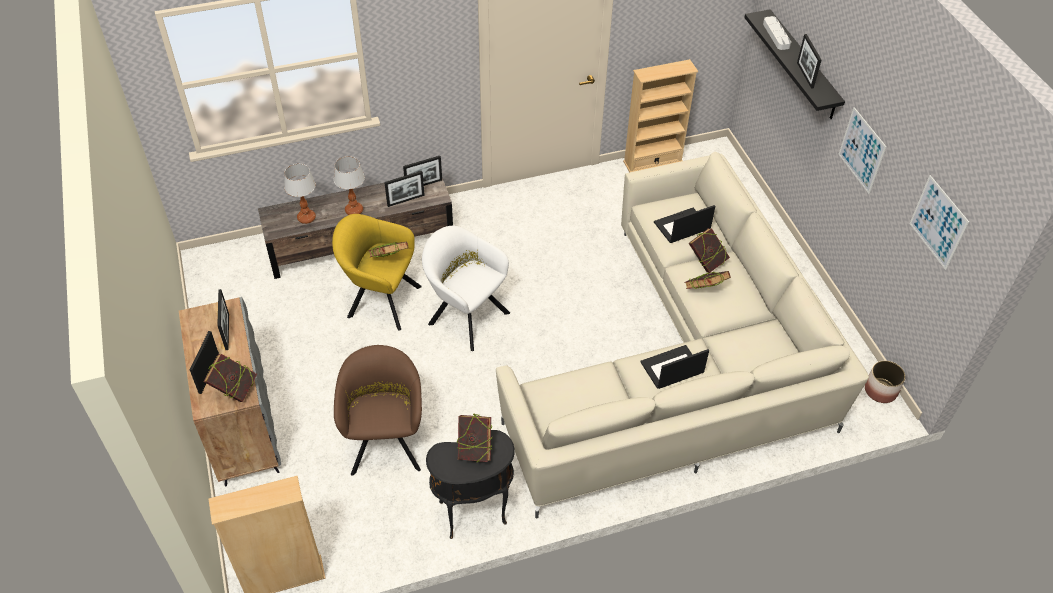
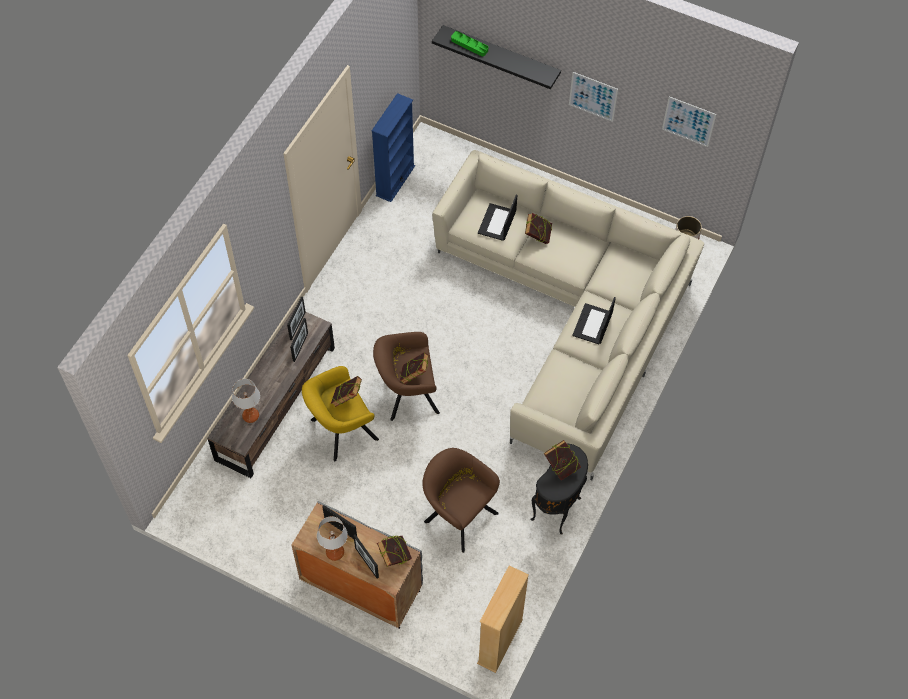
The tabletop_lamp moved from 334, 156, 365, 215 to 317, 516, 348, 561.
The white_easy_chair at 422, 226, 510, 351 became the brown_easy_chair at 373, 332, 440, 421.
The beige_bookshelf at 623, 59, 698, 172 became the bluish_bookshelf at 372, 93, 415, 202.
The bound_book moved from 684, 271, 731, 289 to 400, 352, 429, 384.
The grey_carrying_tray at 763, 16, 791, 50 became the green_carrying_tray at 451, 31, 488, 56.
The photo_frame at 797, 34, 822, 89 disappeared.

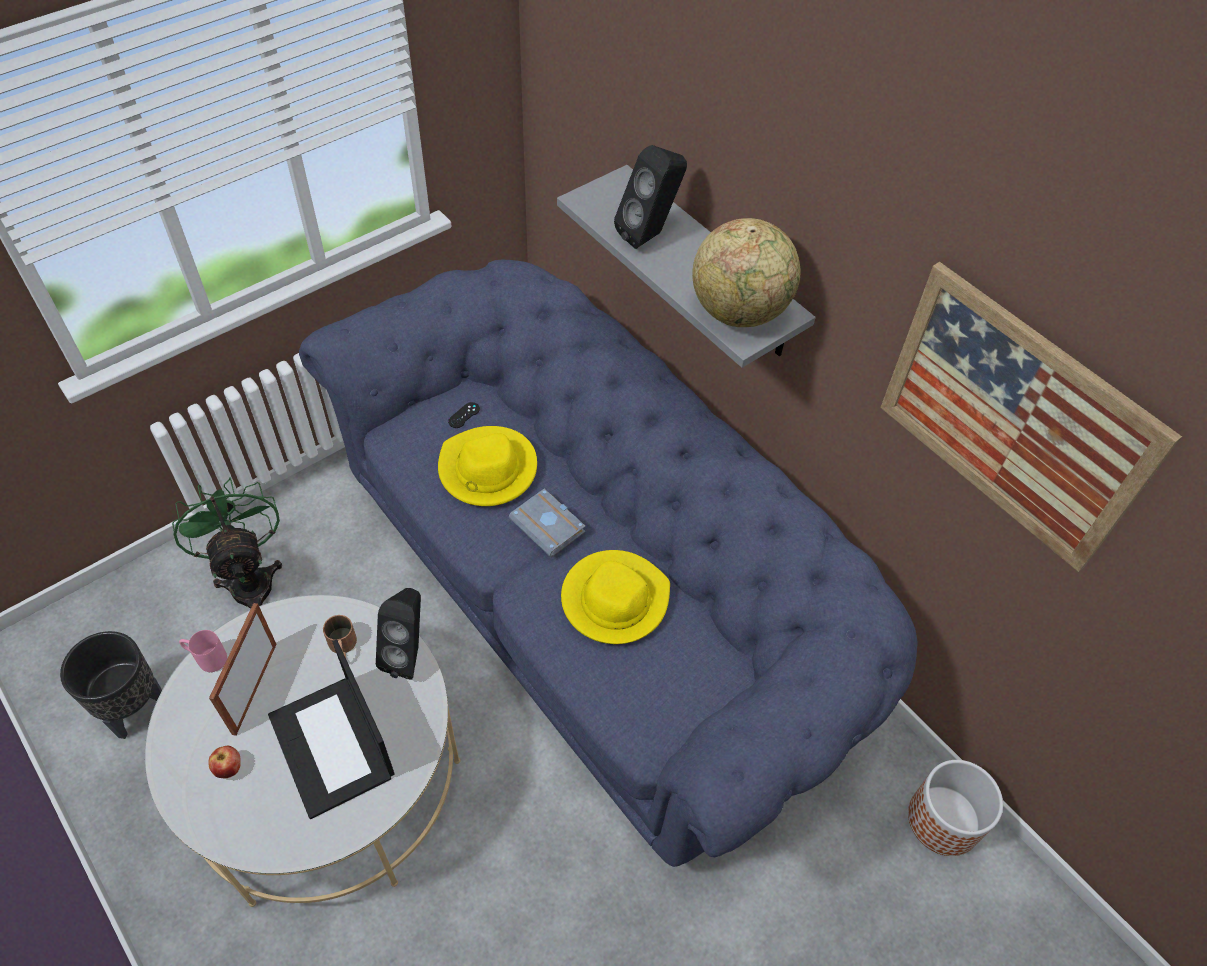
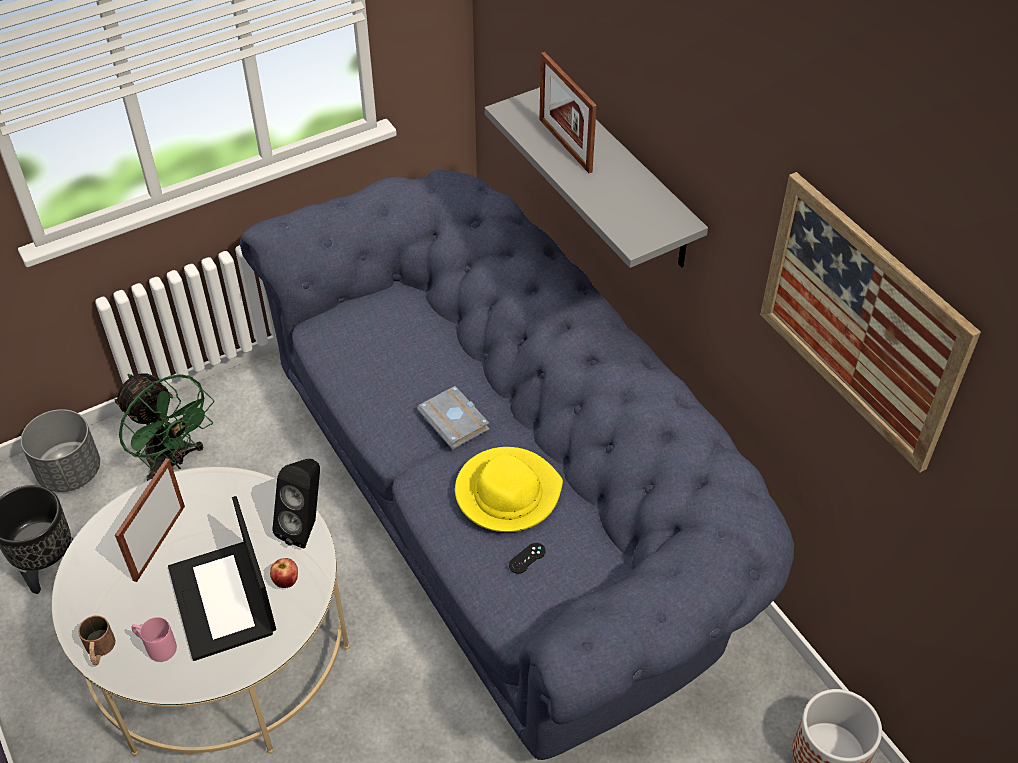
The green_cooling_fan at 172, 477, 282, 609 turned 150 degrees clockwise.
The pink-coloured_coffee_mug moved from 179, 630, 227, 672 to 131, 617, 177, 662.
The apple_fruit moved from 209, 746, 241, 778 to 270, 558, 298, 588.
The brown_coffee_mug moved from 323, 615, 357, 658 to 78, 615, 116, 665.
The yellow-coloured_clothing_hat at 438, 426, 537, 506 disappeared.
The blackish_joypad moved from 448, 402, 480, 428 to 509, 543, 546, 574.
The blackish_loudspeaker at 614, 145, 687, 249 was replaced by the photo_frame at 539, 52, 597, 173.
The world_globe at 692, 218, 801, 327 disappeared.
The grey_planter at 21, 409, 100, 492 appeared.

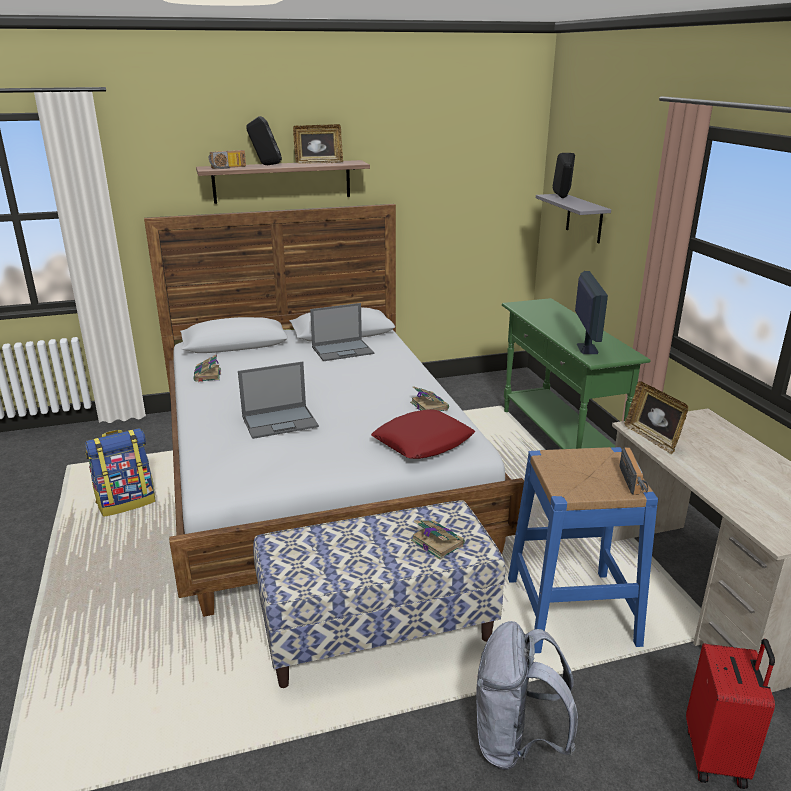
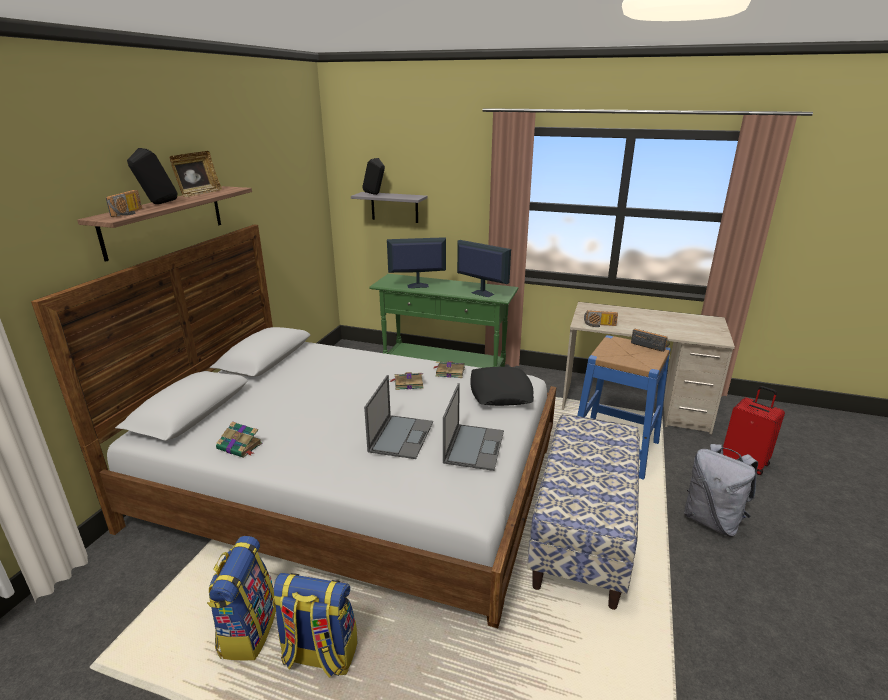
The portable_computer moved from 310, 303, 374, 361 to 443, 383, 504, 471.
The red_throw_pillow at 371, 409, 475, 459 became the blackish_throw_pillow at 470, 367, 534, 406.
The bound_book moved from 411, 520, 465, 560 to 389, 372, 424, 390.
The photo_frame at 625, 381, 688, 454 was replaced by the radio at 584, 310, 618, 327.
The knapsack at 273, 573, 357, 678 appeared.
The computer_display at 387, 237, 446, 288 appeared.

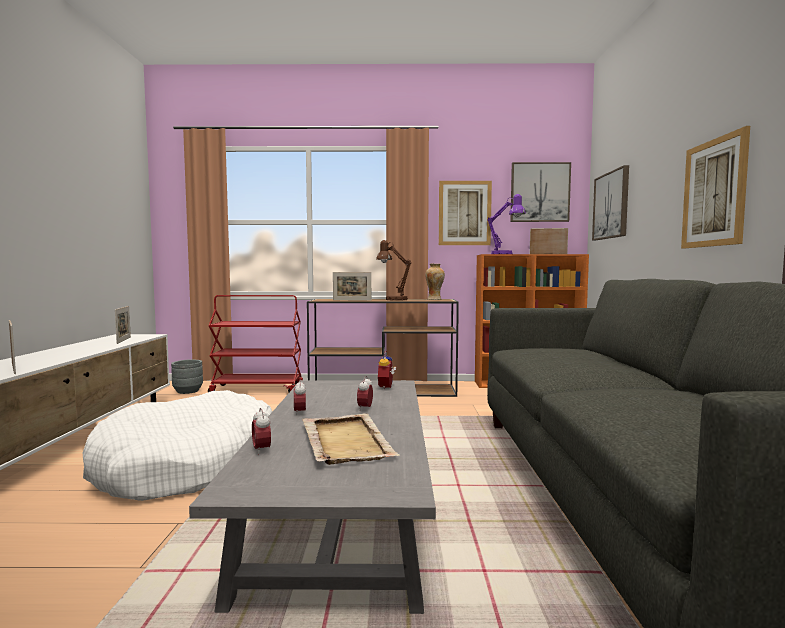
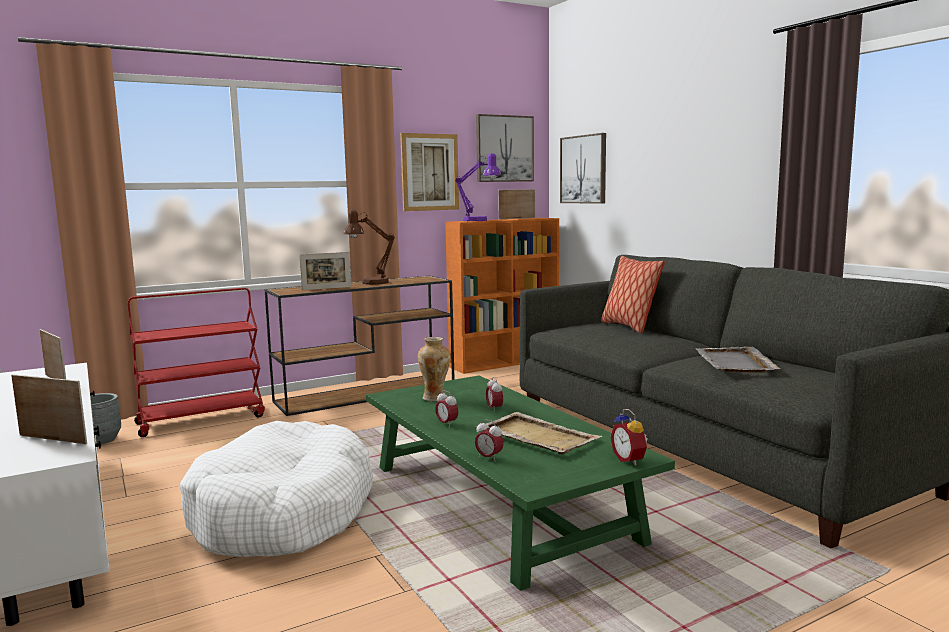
The grey_lounge_table at 189, 380, 436, 614 became the green_lounge_table at 366, 376, 675, 591.
The bedside_clock moved from 378, 351, 397, 390 to 610, 409, 648, 465.
The decorative_vase moved from 425, 264, 445, 300 to 418, 337, 451, 402.
The wall_picture at 681, 126, 750, 248 disappeared.
The throw_pillow at 601, 256, 665, 334 appeared.
The grey_carrying_tray at 695, 346, 781, 373 appeared.

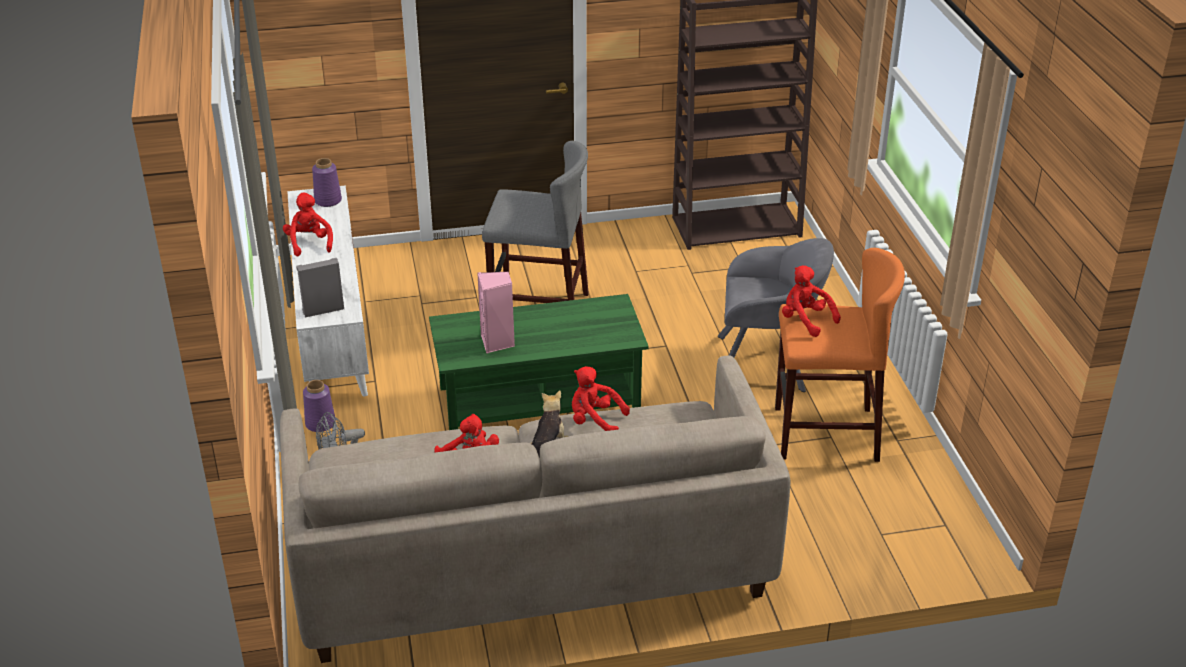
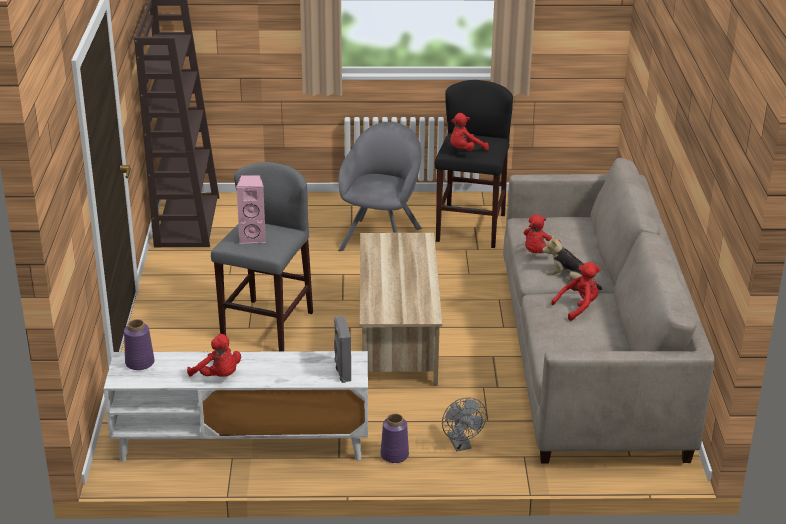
The red_cuddly_toy at 283, 192, 333, 256 turned 135 degrees counterclockwise.
The green_lounge_table at 429, 294, 649, 430 became the beige_lounge_table at 360, 233, 442, 386.
The pink-coloured_loudspeaker moved from 477, 272, 515, 353 to 236, 175, 266, 244.
The orange-coloured_stool at 775, 248, 905, 462 became the blackish_stool at 435, 80, 513, 248.

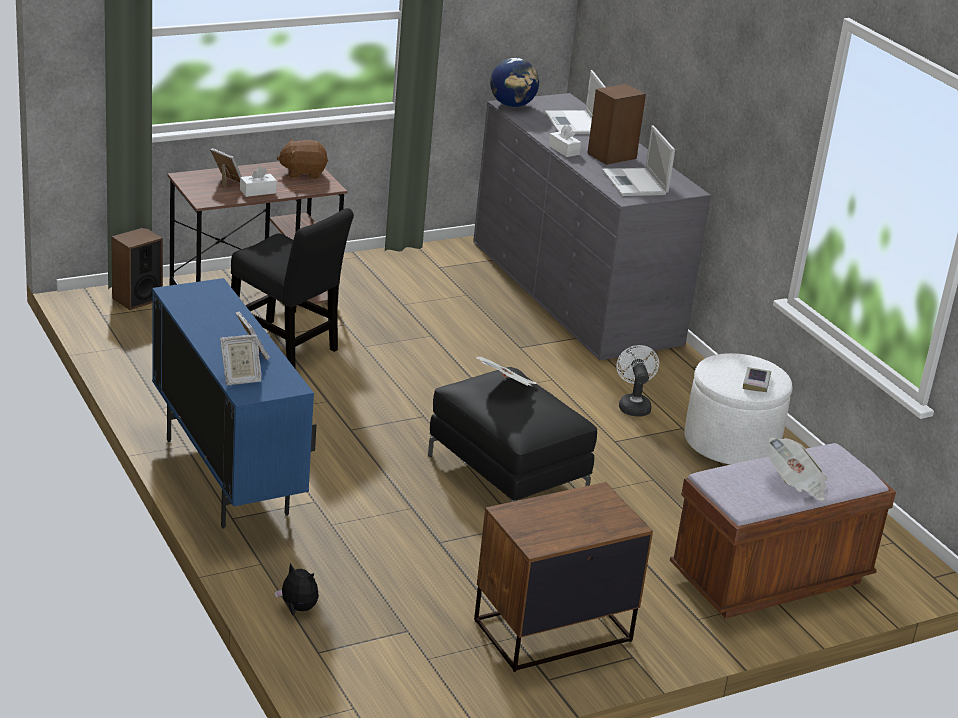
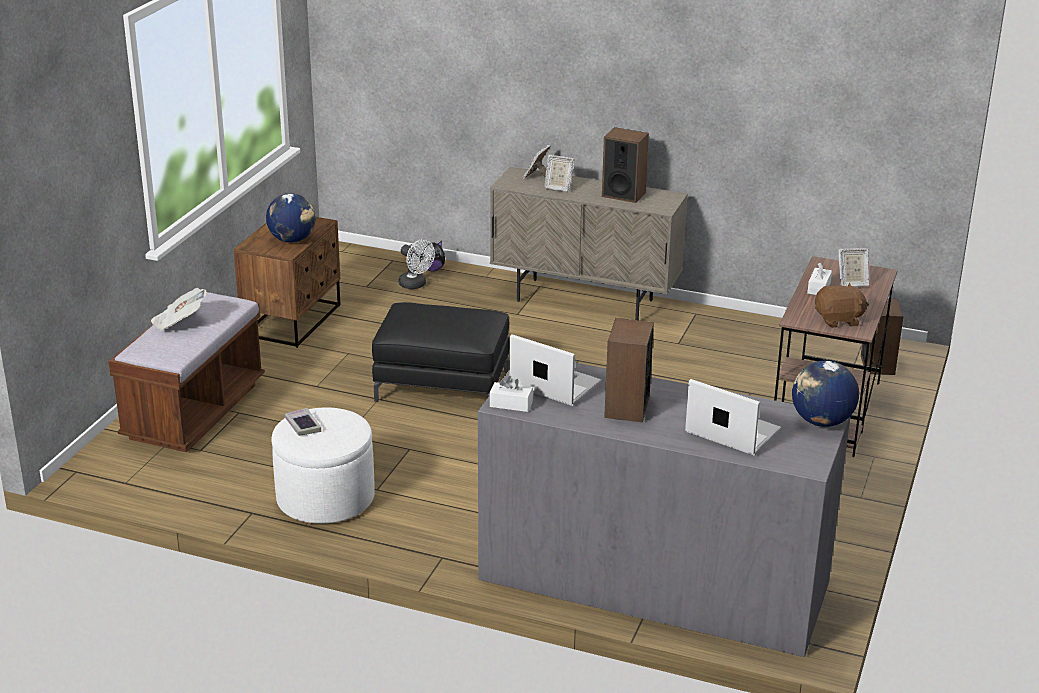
The bluish_cabinet at 152, 278, 317, 529 became the beige_cabinet at 490, 167, 688, 320.
The blackish_chair at 231, 208, 354, 369 disappeared.
The brown_cuddly_toy at 277, 139, 328, 179 turned 45 degrees clockwise.
The printed_paper at 476, 356, 537, 386 disappeared.
The white_box_of_tissues moved from 549, 125, 581, 157 to 490, 376, 533, 412.
The white_cooling_fan moved from 616, 345, 659, 416 to 398, 239, 435, 289.
The world_globe at 266, 193, 316, 243 appeared.
The loudspeaker at 602, 127, 649, 203 appeared.

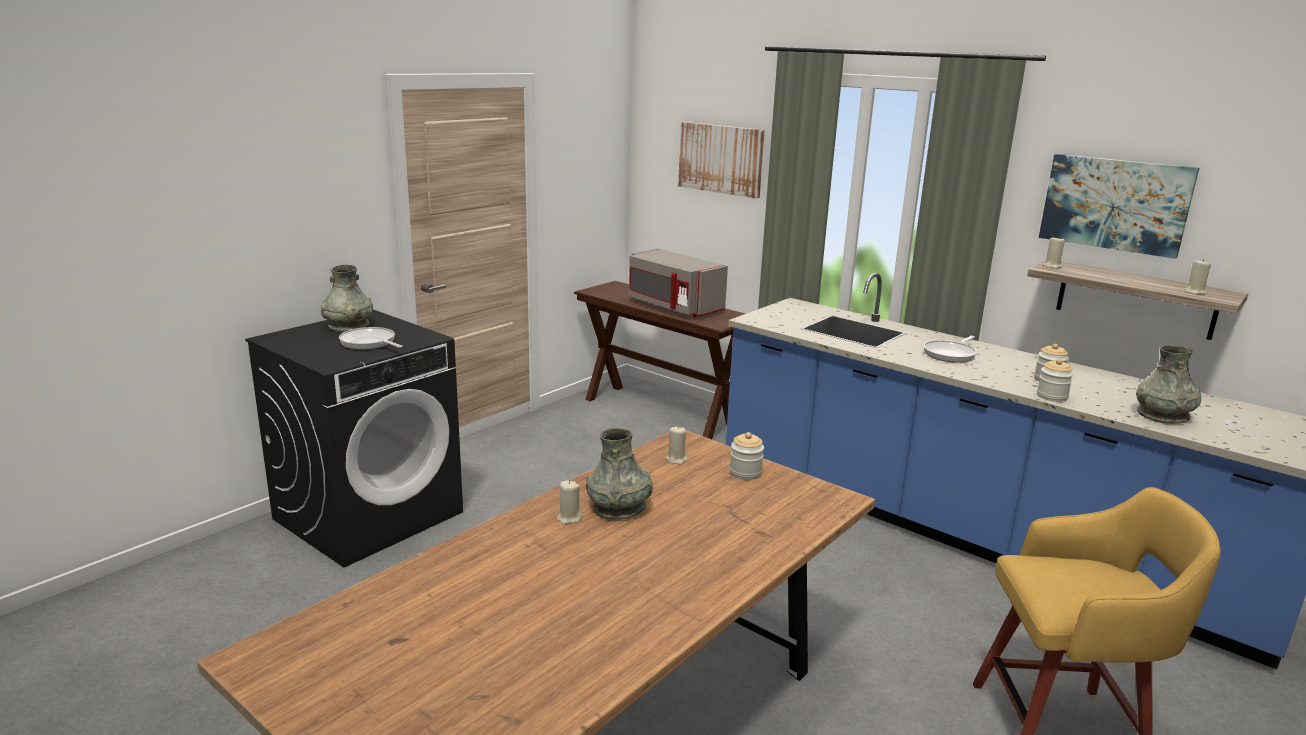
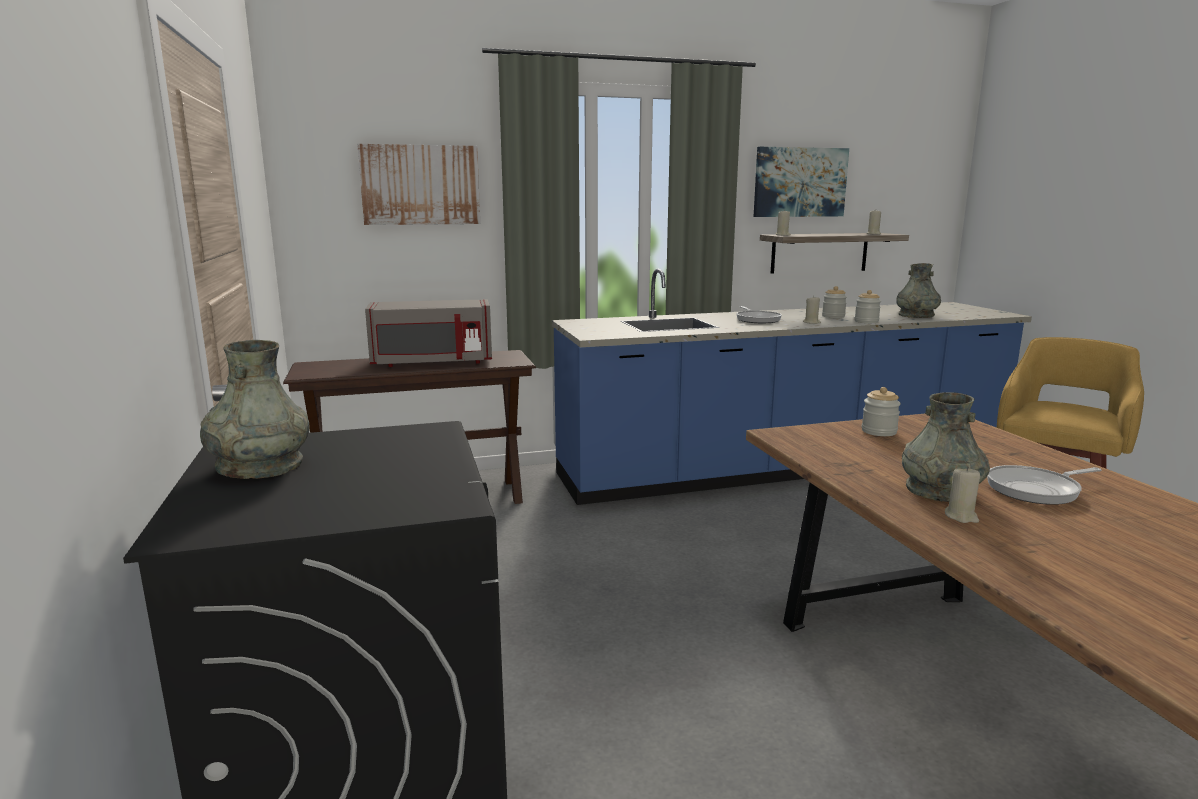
The skillet moved from 339, 327, 403, 350 to 987, 465, 1101, 505.
The beige_wax_light moved from 666, 426, 687, 465 to 803, 296, 821, 324.

